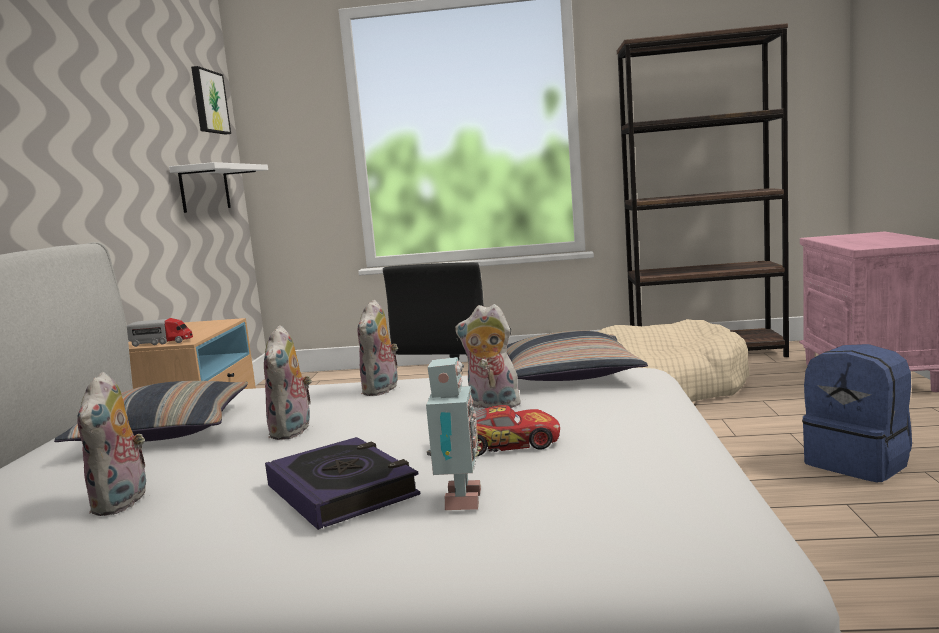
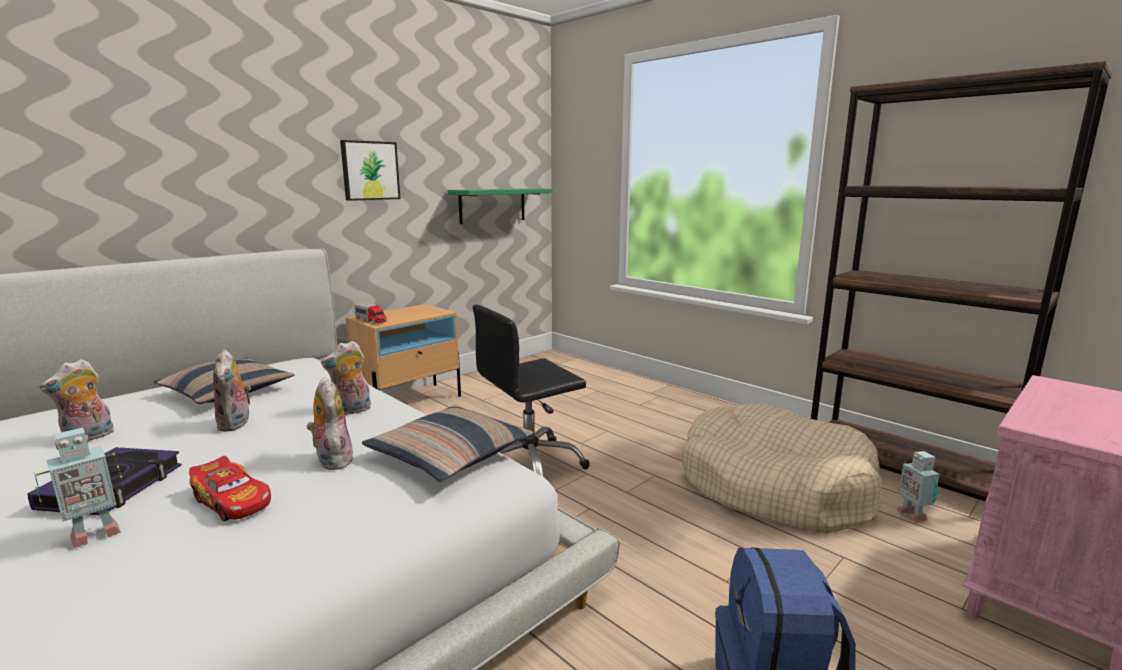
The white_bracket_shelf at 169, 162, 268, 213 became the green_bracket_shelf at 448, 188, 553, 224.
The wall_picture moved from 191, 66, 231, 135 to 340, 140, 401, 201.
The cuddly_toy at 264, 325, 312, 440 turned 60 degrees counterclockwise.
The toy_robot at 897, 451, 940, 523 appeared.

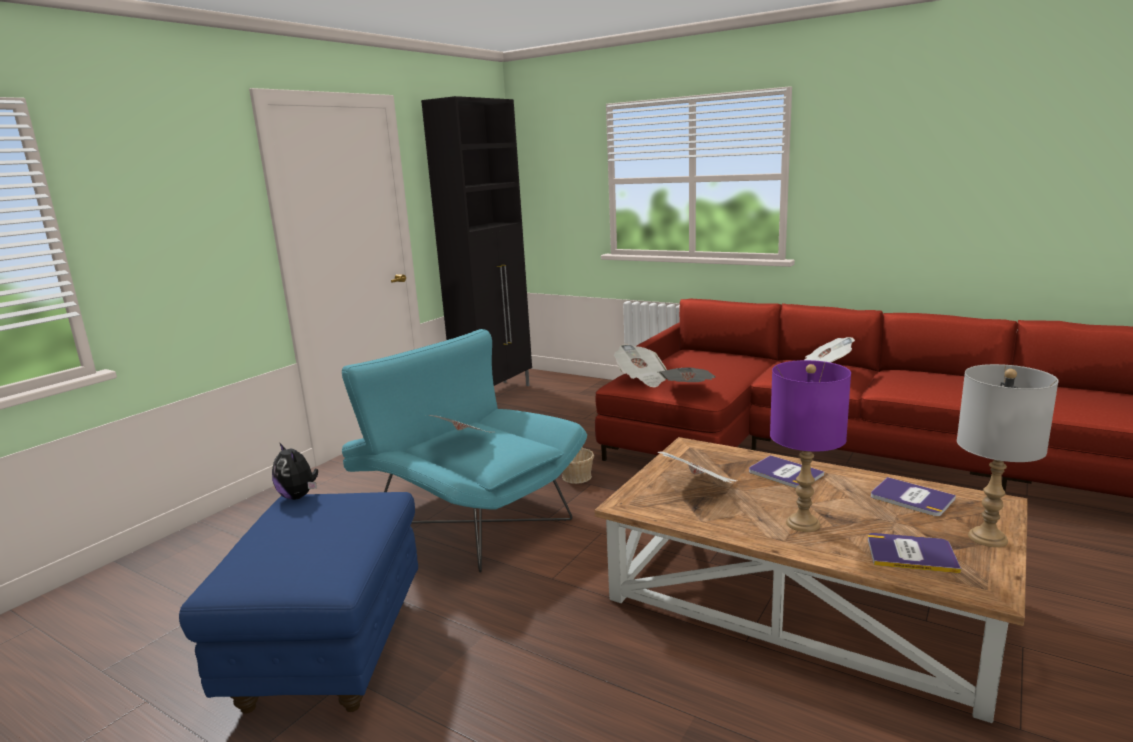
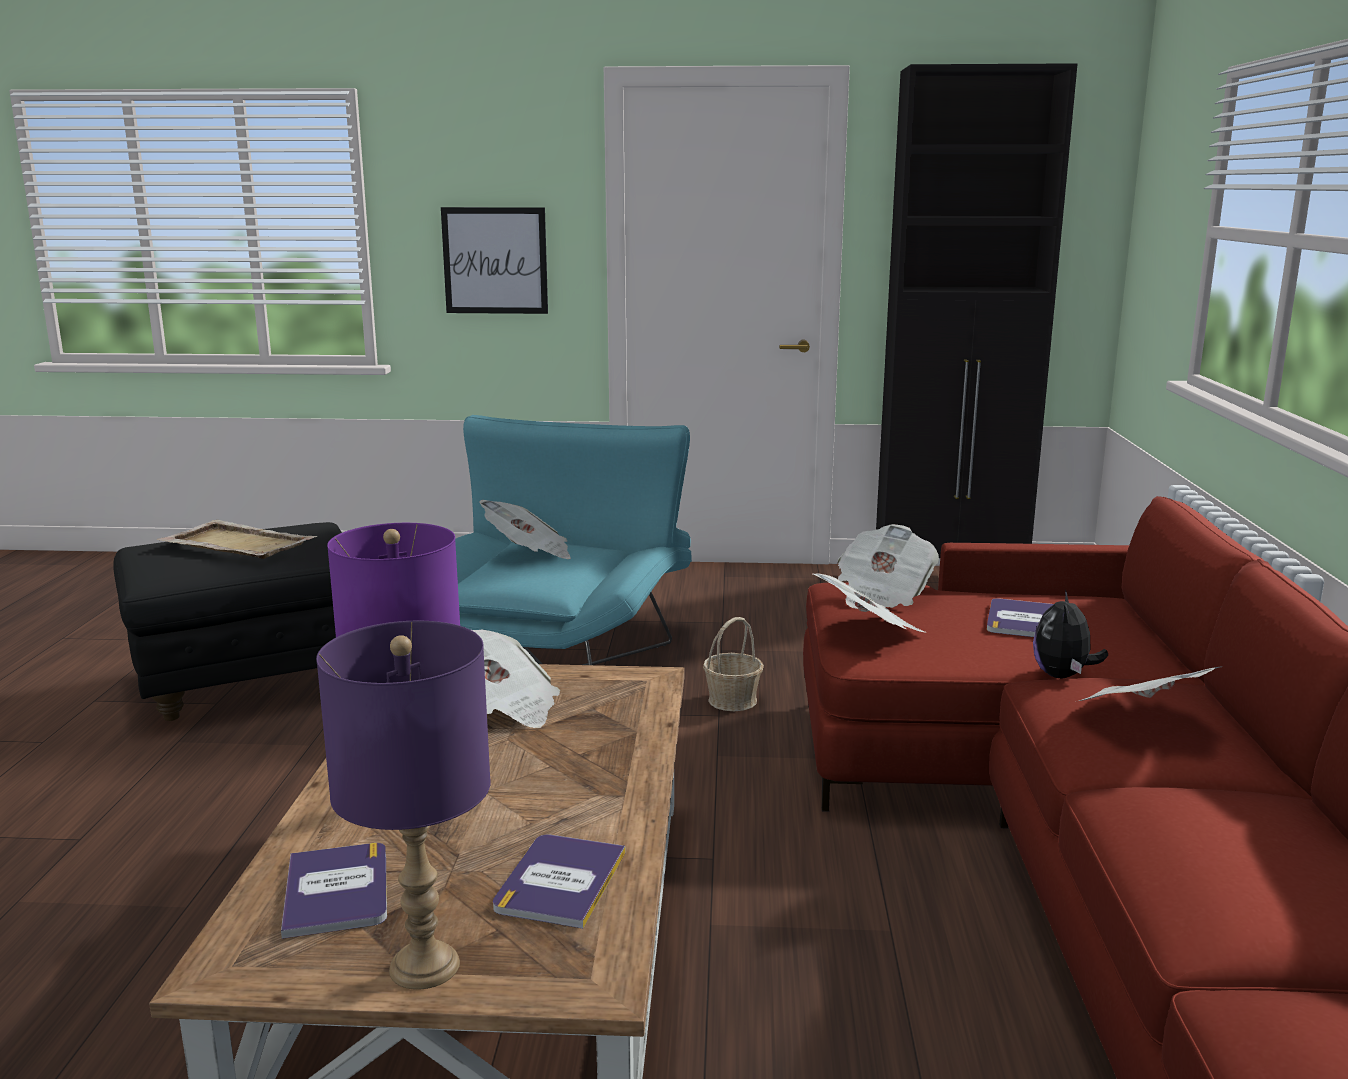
The bluish_pouffe at 179, 492, 418, 714 became the blackish_pouffe at 113, 522, 342, 721.
The cuddly_toy moved from 272, 442, 318, 500 to 1033, 590, 1108, 678.
The bound_book moved from 749, 455, 824, 488 to 987, 598, 1054, 637.
The grey_tabletop_lamp at 957, 364, 1059, 547 became the purple-coloured_tabletop_lamp at 316, 621, 491, 990.
The beige_carrying_tray at 157, 520, 317, 559 appeared.
The wall_picture at 441, 207, 548, 314 appeared.

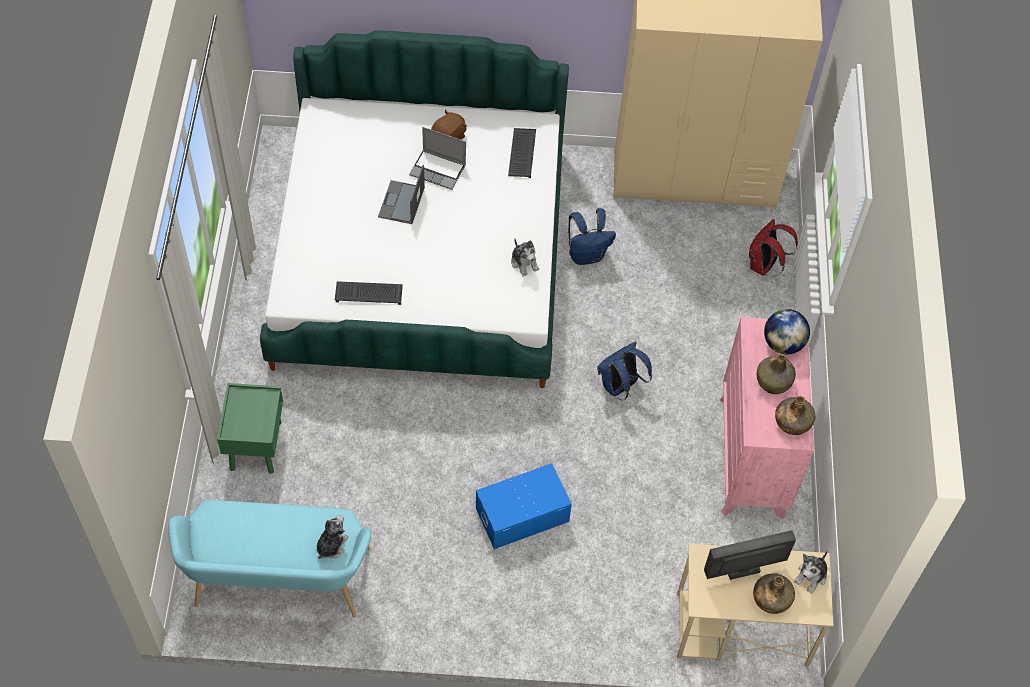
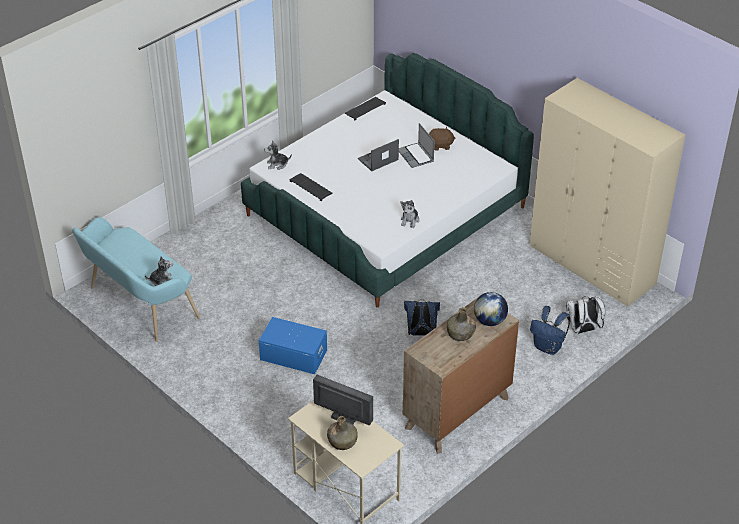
The green_bedside_table at 217, 383, 283, 474 disappeared.
The keyboard moved from 508, 128, 536, 178 to 344, 97, 386, 120.
The bluish_knapsack moved from 568, 208, 616, 265 to 530, 306, 571, 355.
The pink-coloured_drawer_chest at 720, 317, 814, 520 became the brown_drawer_chest at 403, 295, 519, 454.
The red_knapsack at 749, 219, 798, 276 became the white_knapsack at 566, 295, 605, 334.
The green_beverage_bottle at 775, 396, 815, 435 disappeared.
The cuddly_toy moved from 794, 551, 828, 594 to 264, 140, 292, 170.

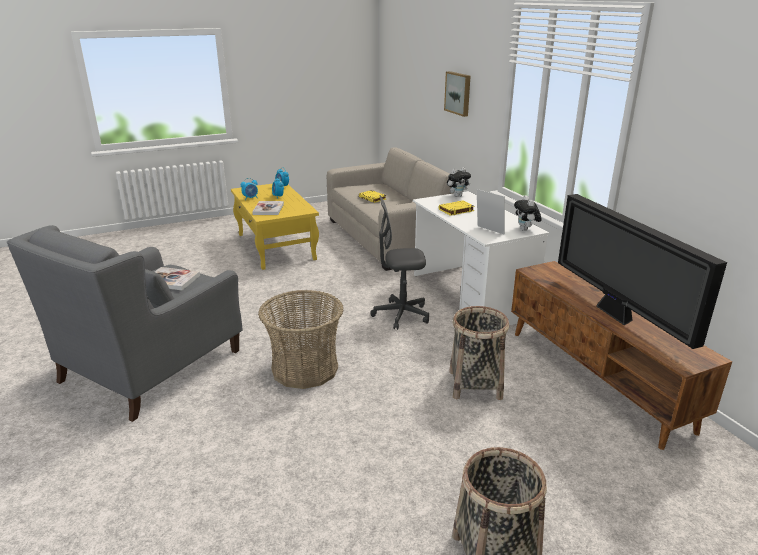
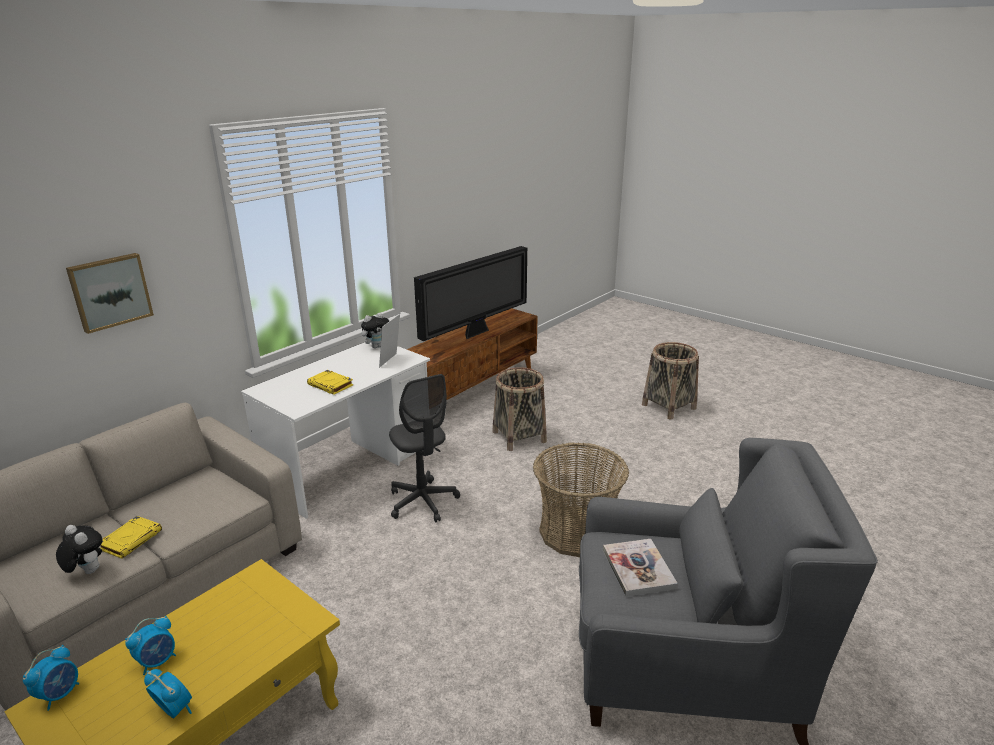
The bound_book at 252, 201, 284, 215 disappeared.
The cuddly_toy moved from 447, 167, 471, 197 to 56, 525, 102, 574.

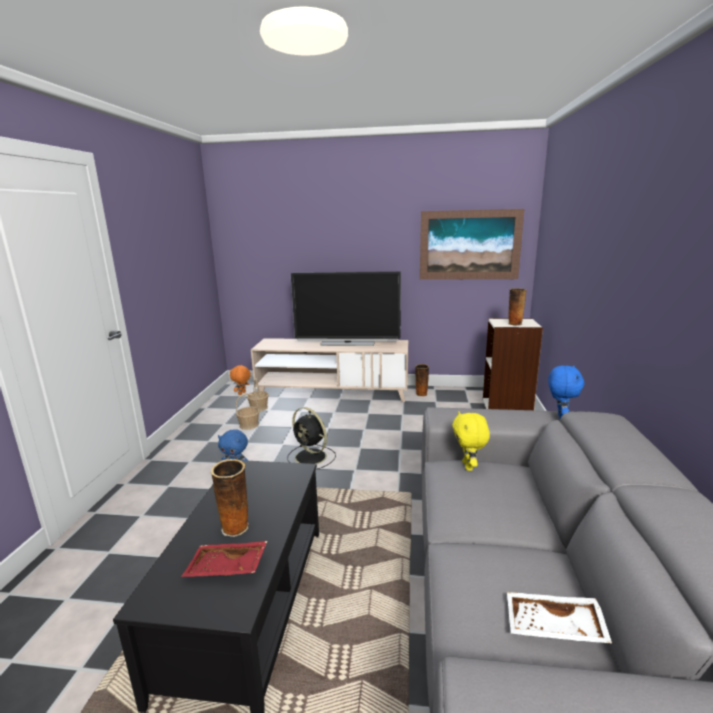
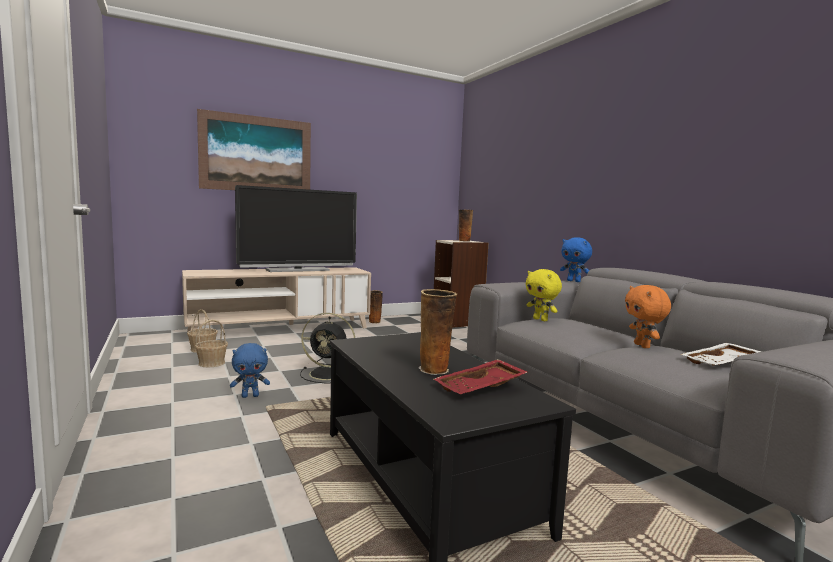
The orange-coloured_cuddly_toy moved from 230, 365, 251, 395 to 625, 285, 671, 348.
The wall_picture moved from 420, 209, 524, 280 to 197, 109, 311, 190.
The bluish_cuddly_toy at 548, 365, 585, 419 turned 150 degrees clockwise.

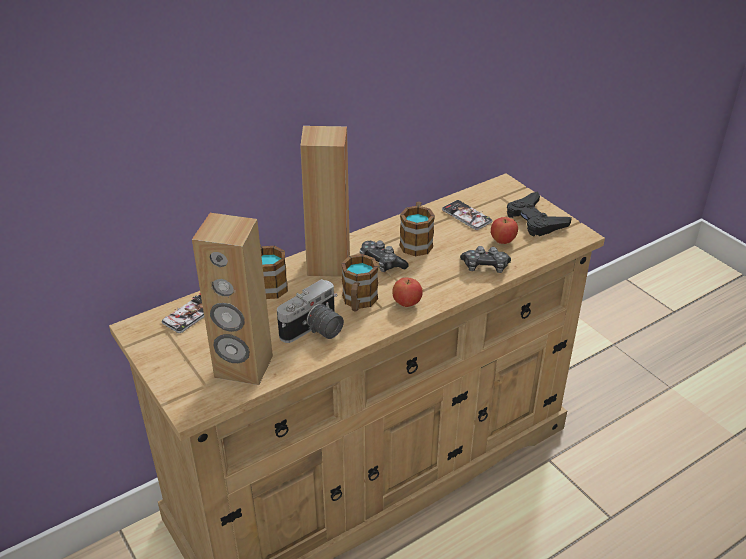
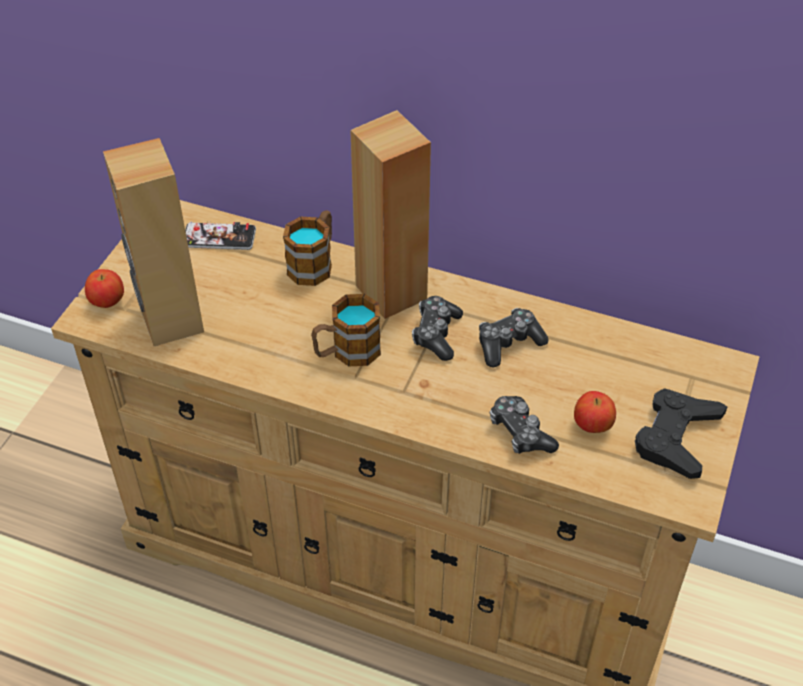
The still_camera at 277, 279, 344, 343 disappeared.
The apple_fruit moved from 392, 278, 423, 307 to 85, 269, 124, 308.
The coffee_mug at 399, 202, 435, 256 was replaced by the joypad at 479, 308, 549, 368.
The telephone at 442, 200, 493, 230 disappeared.

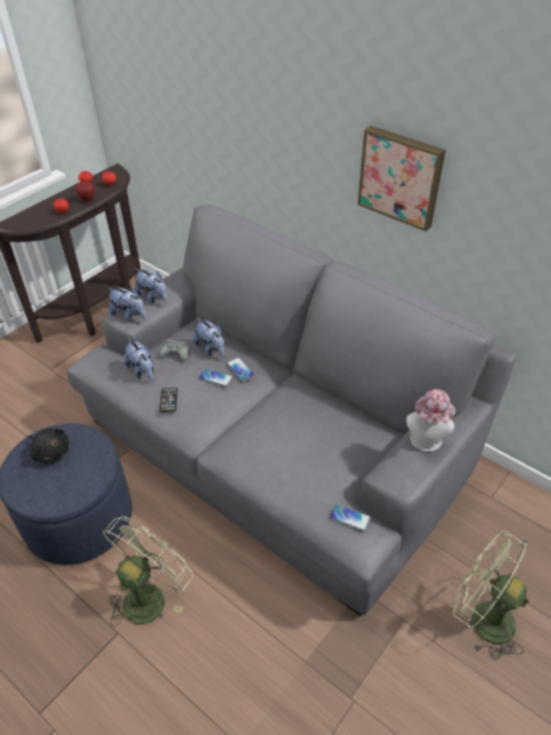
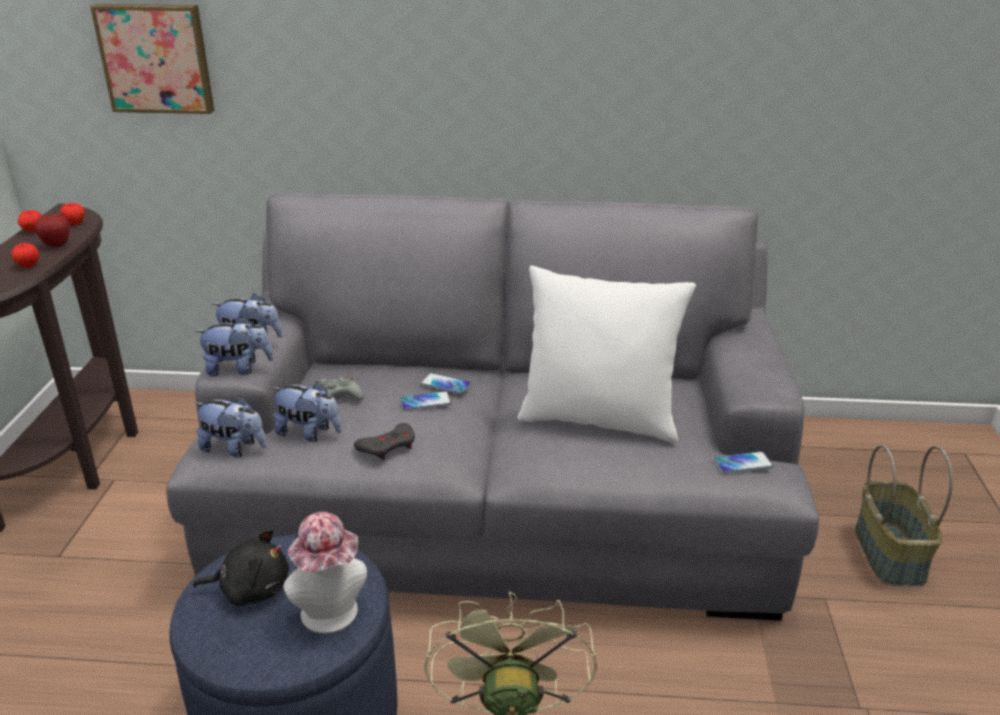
The telephone at 160, 388, 178, 413 was replaced by the grey_joypad at 354, 423, 415, 460.
The cuddly_toy moved from 194, 318, 224, 357 to 194, 396, 267, 458.
The wall_picture moved from 357, 126, 446, 231 to 90, 4, 214, 114.
The clothing_hat moved from 406, 389, 456, 452 to 283, 512, 367, 634.
The green_cooling_fan at 452, 531, 530, 660 was replaced by the basket at 855, 445, 953, 586.
The white_throw_pillow at 518, 266, 696, 443 appeared.

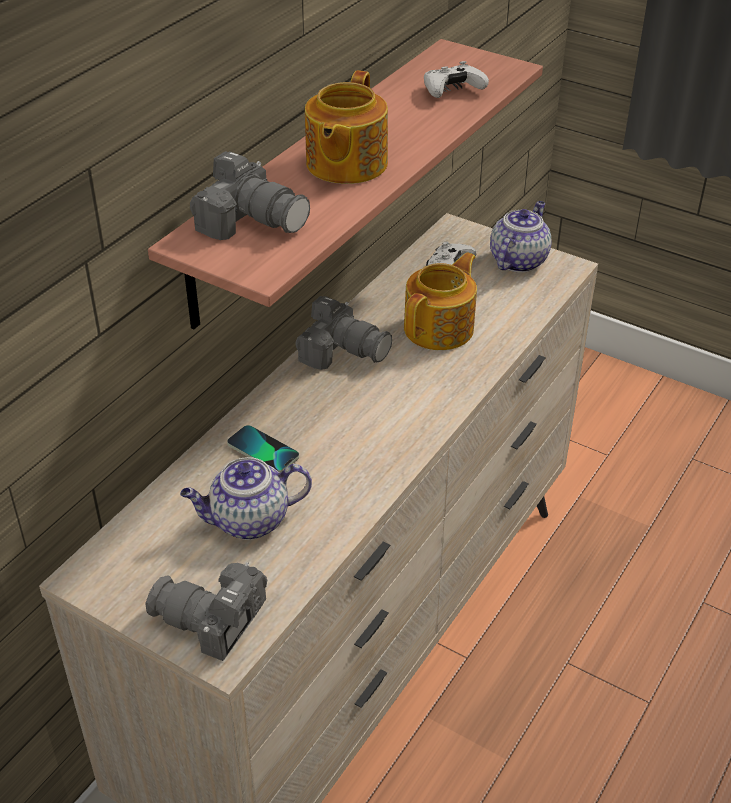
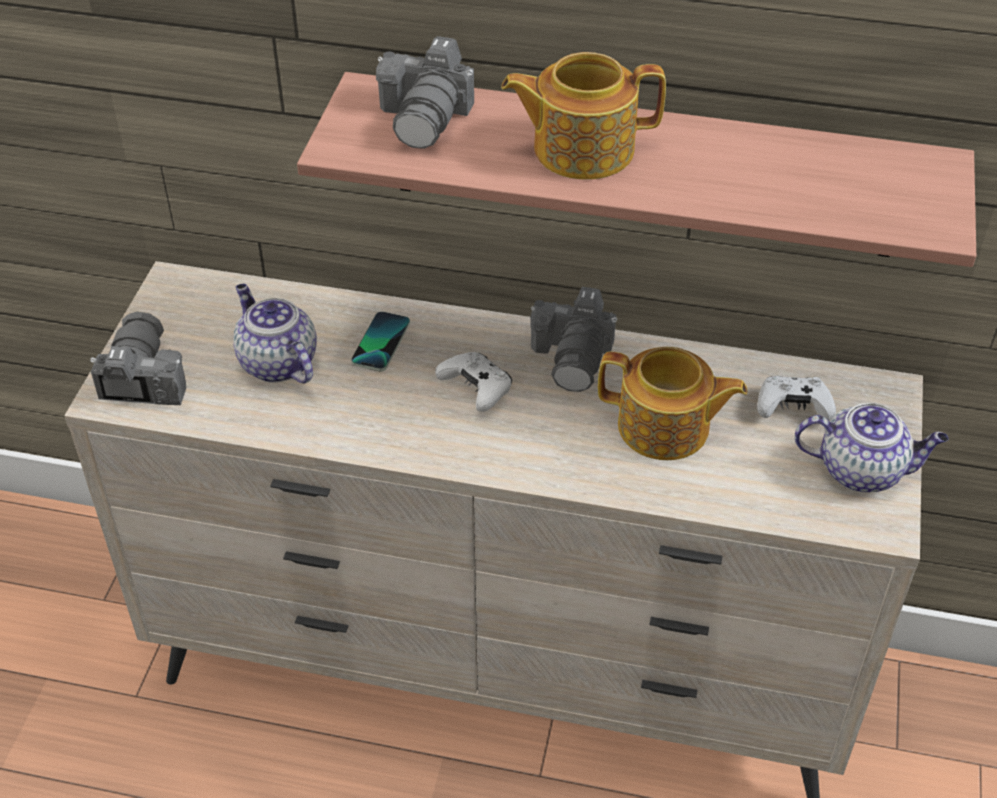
The white_joypad moved from 424, 61, 489, 98 to 435, 352, 512, 412.

